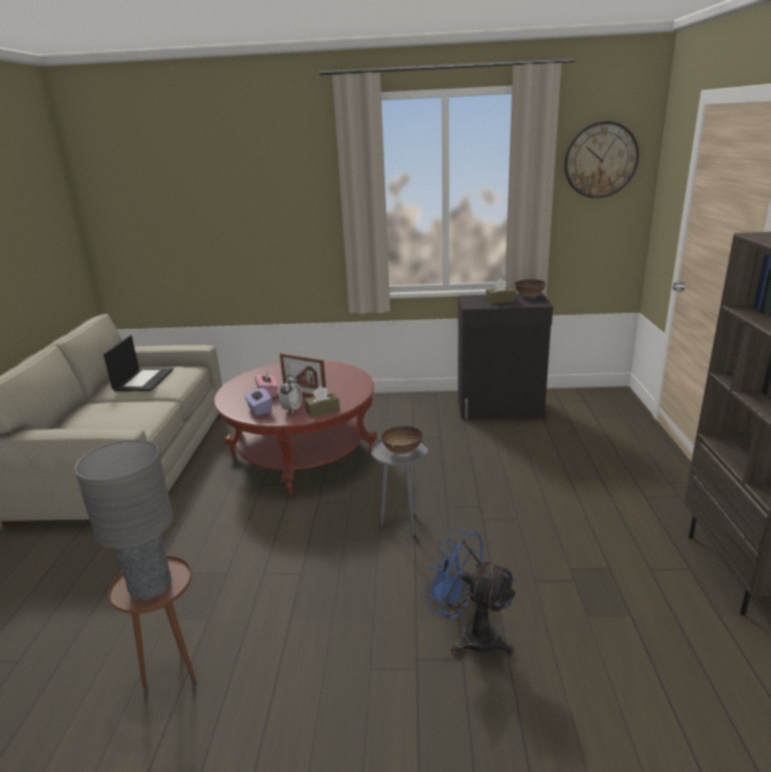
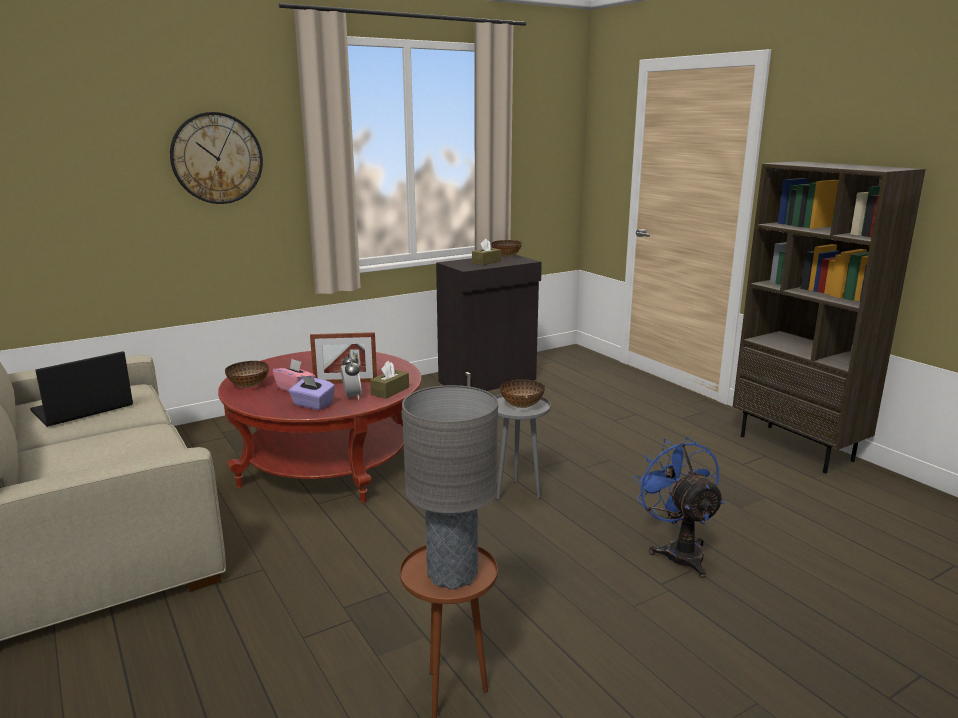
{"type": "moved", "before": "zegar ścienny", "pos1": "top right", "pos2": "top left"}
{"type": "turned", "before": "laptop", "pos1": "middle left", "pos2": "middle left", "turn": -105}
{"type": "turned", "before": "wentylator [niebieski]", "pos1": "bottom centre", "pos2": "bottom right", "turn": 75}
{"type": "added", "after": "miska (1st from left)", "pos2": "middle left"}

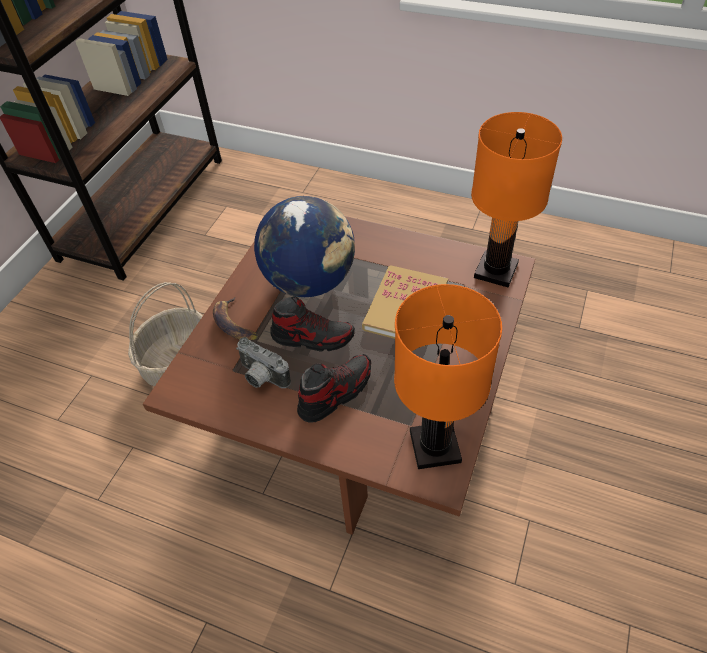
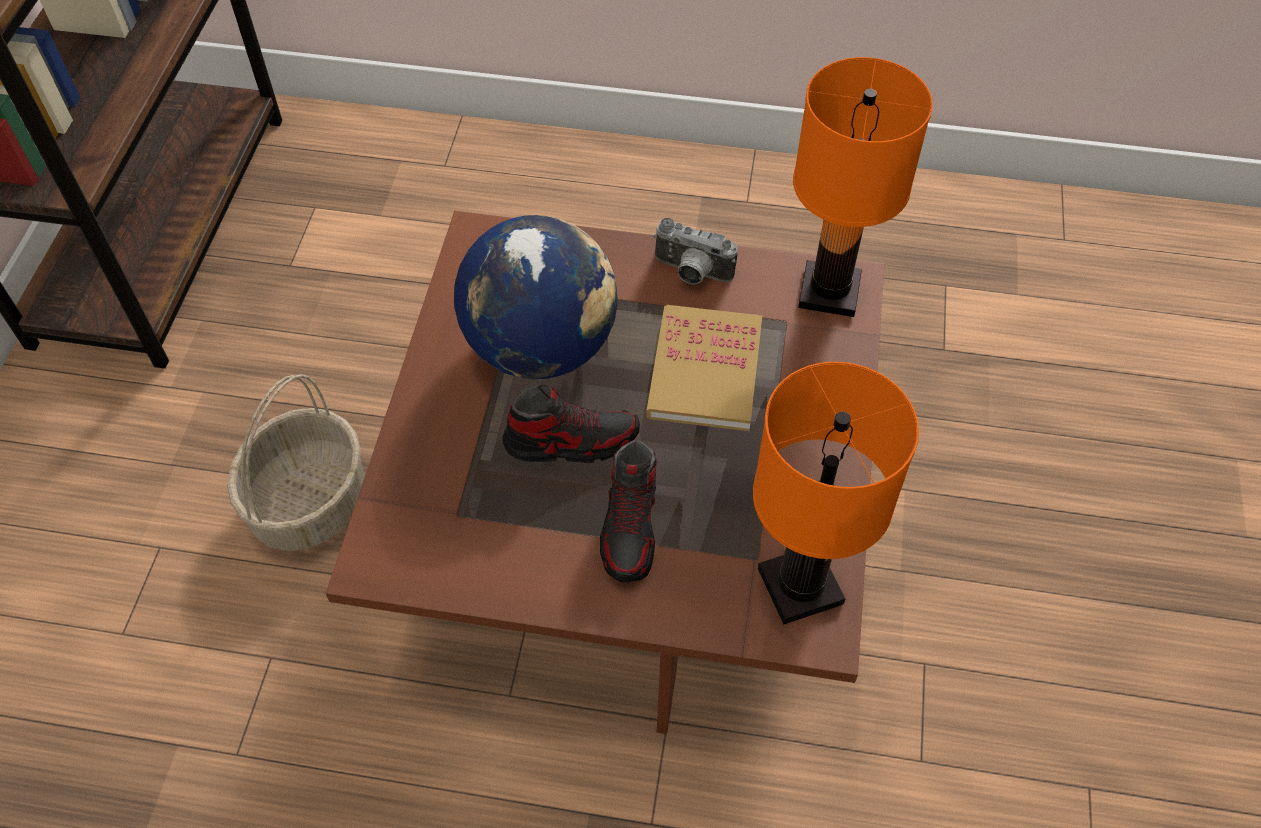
{"type": "removed", "before": "banan", "pos1": "centre"}
{"type": "moved", "before": "aparat fotograficzny", "pos1": "centre", "pos2": "top centre"}
{"type": "turned", "before": "but (2nd from left)", "pos1": "centre", "pos2": "centre", "turn": 150}

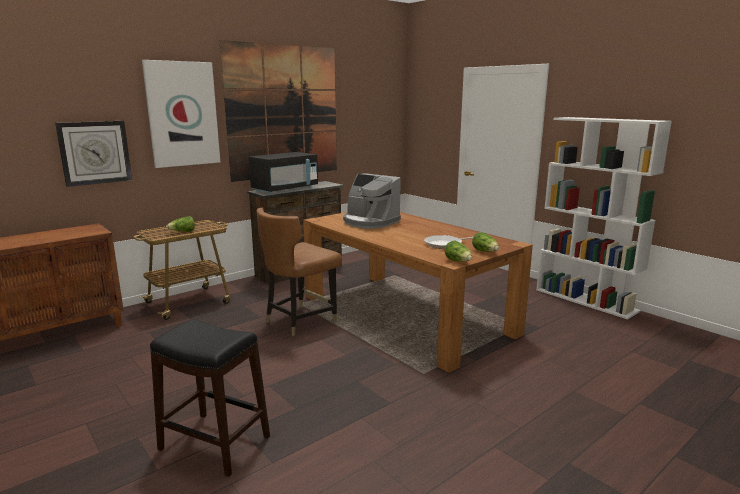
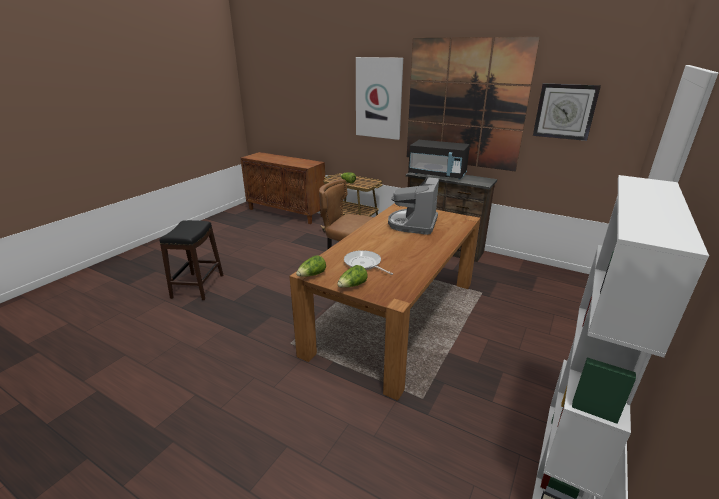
{"type": "moved", "before": "zegar ścienny", "pos1": "top left", "pos2": "top right"}

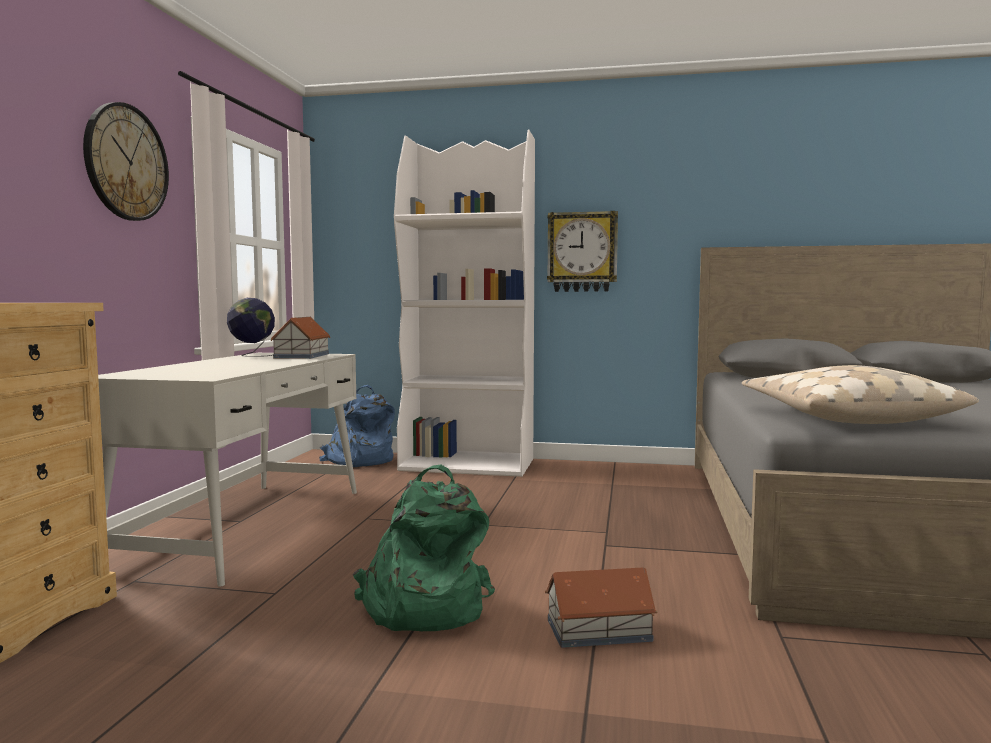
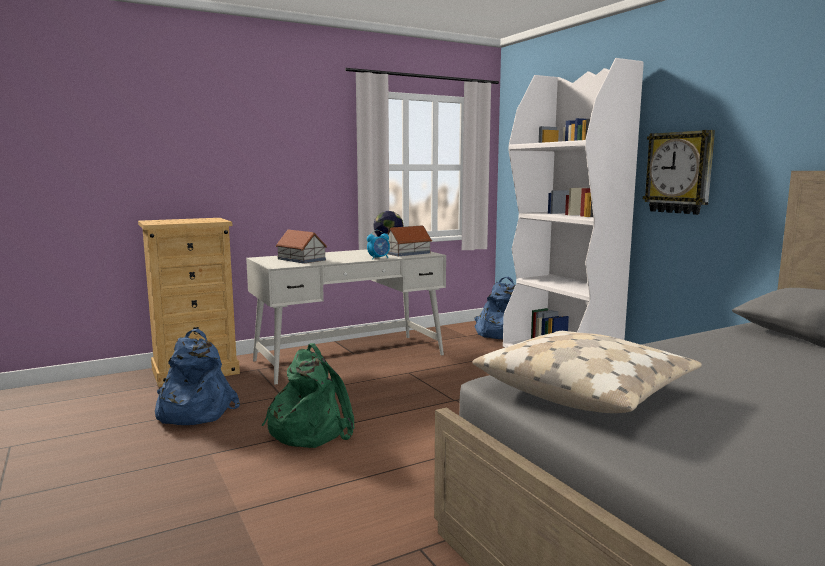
{"type": "removed", "before": "zegar ścienny (1st from left)", "pos1": "top left"}
{"type": "moved", "before": "domek (2nd from left in the first image)", "after": "domek (1st from left)", "pos1": "bottom centre", "pos2": "centre"}
{"type": "added", "after": "budzik", "pos2": "centre"}
{"type": "added", "after": "plecak [niebieski] (1st from left)", "pos2": "middle left"}

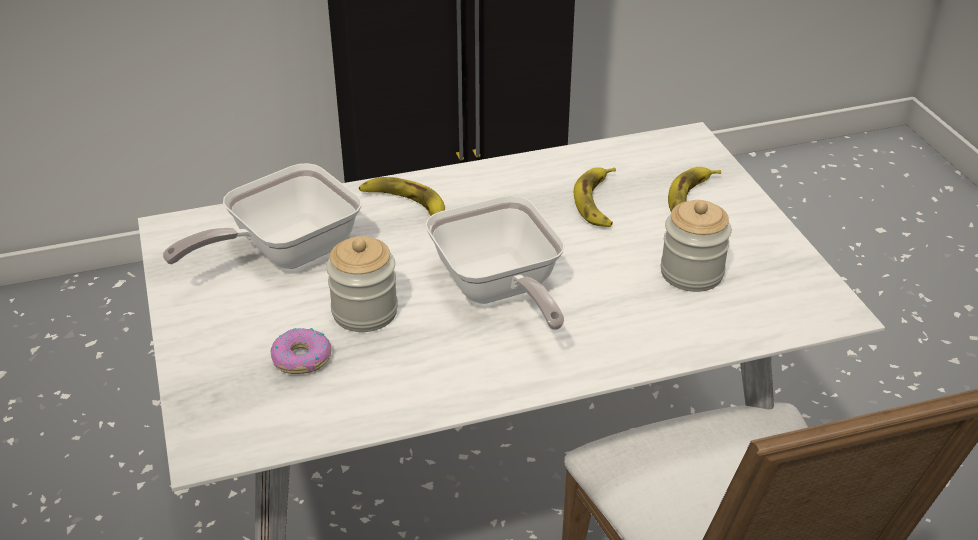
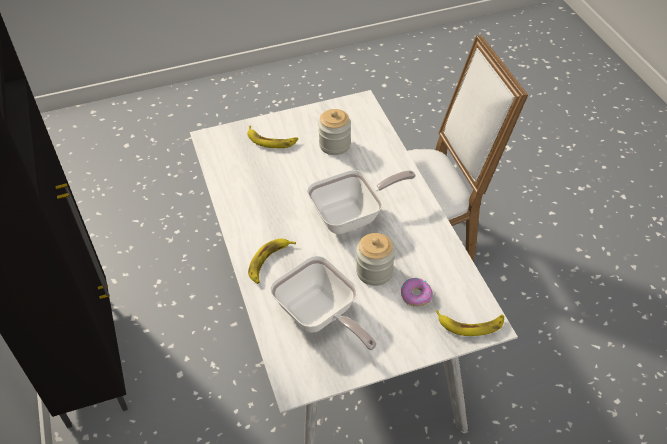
{"type": "moved", "before": "banan (2nd from left in the first image)", "after": "banan (3rd from left)", "pos1": "centre", "pos2": "bottom right"}

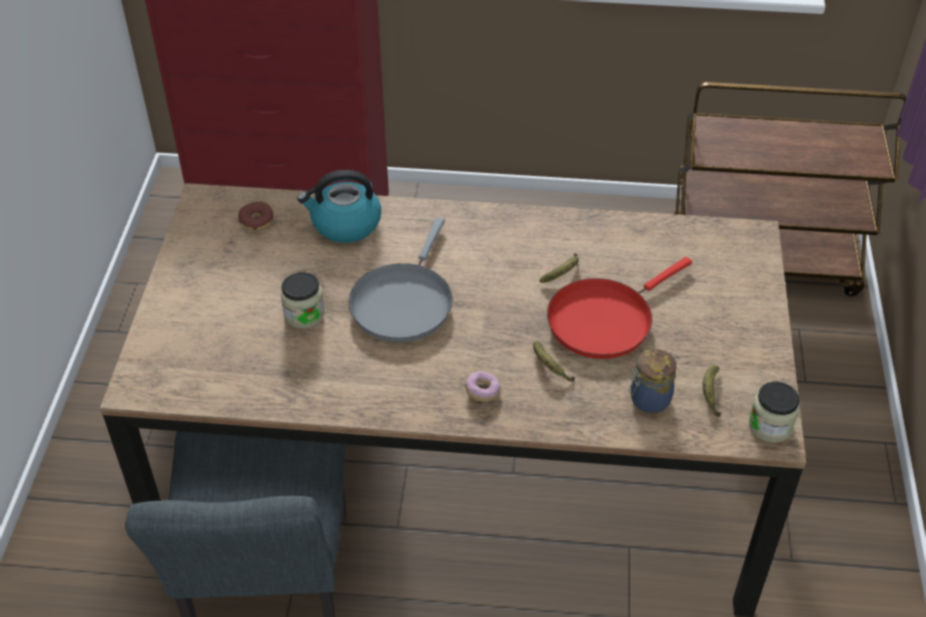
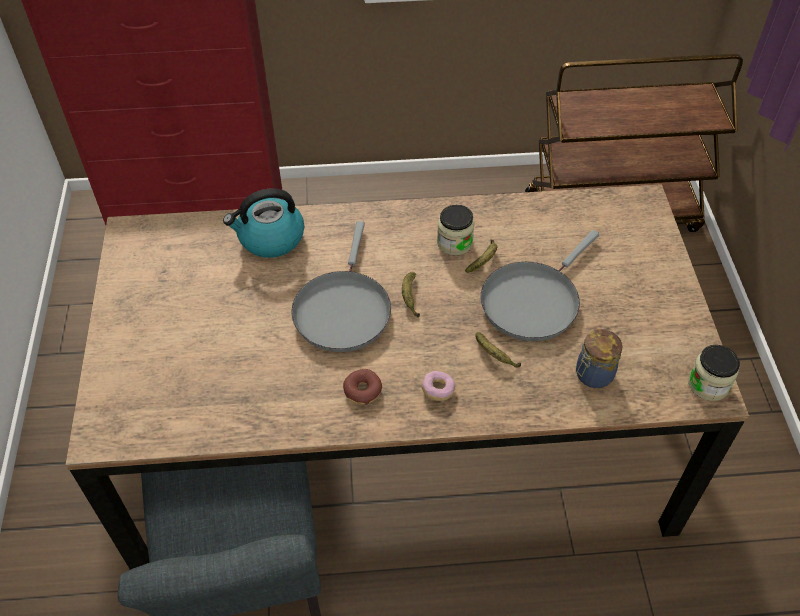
{"type": "moved", "before": "donut (1st from left)", "pos1": "middle left", "pos2": "centre"}
{"type": "recoloured", "before": "patelnia [czerwony]", "after": "patelnia [szary] (2nd from left)", "pos1": "middle right", "pos2": "middle right"}
{"type": "moved", "before": "słoik (1st from left)", "pos1": "middle left", "pos2": "centre"}
{"type": "moved", "before": "banan (3rd from left in the first image)", "after": "banan (1st from left)", "pos1": "middle right", "pos2": "centre"}

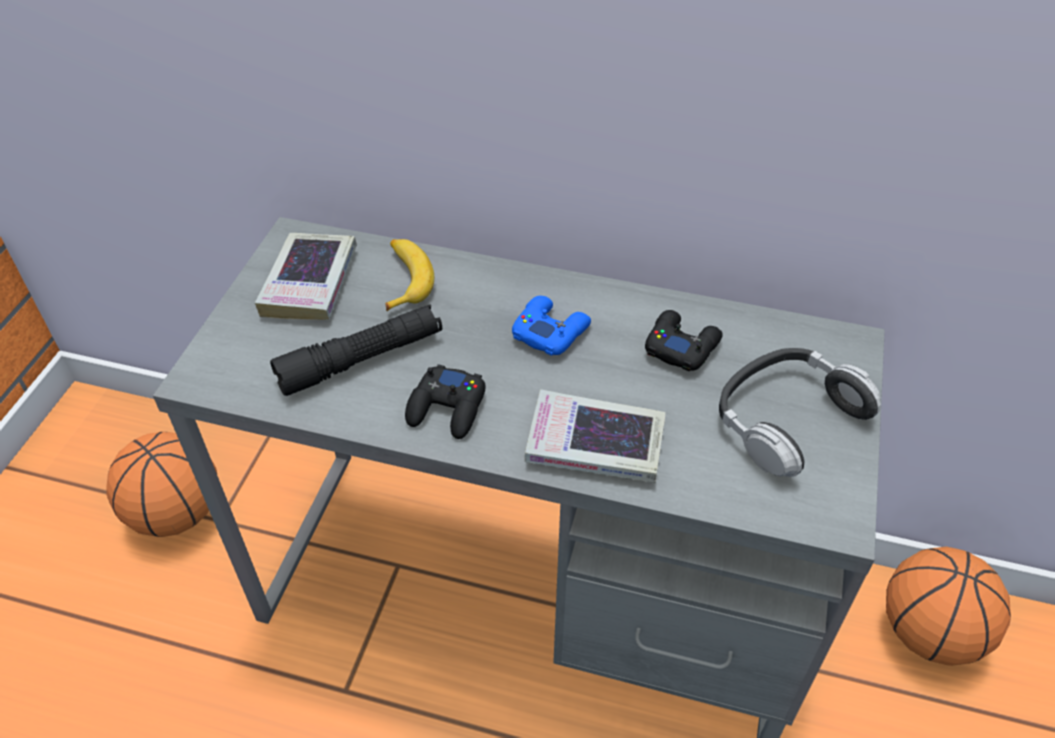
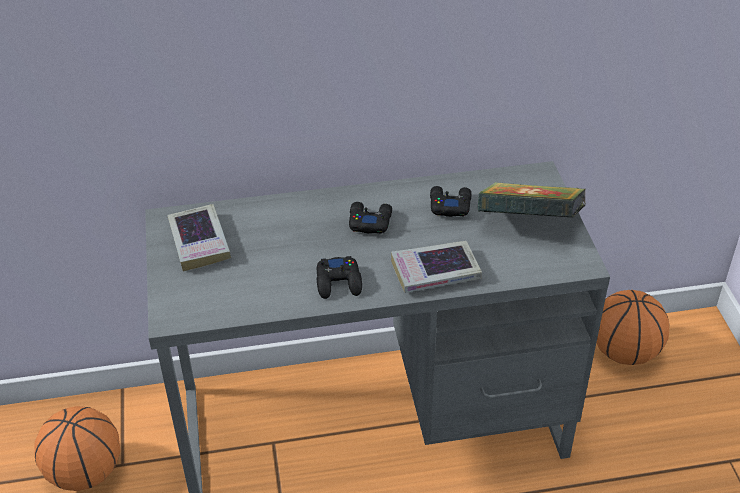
{"type": "removed", "before": "banan", "pos1": "centre"}
{"type": "recoloured", "before": "pad do gier [niebieski]", "after": "pad do gier [czarny] (2nd from left)", "pos1": "centre", "pos2": "centre"}
{"type": "removed", "before": "latarka [czarny]", "pos1": "centre"}
{"type": "replaced", "before": "słuchawki", "after": "książka (3rd from left)", "pos1": "middle right", "pos2": "middle right"}

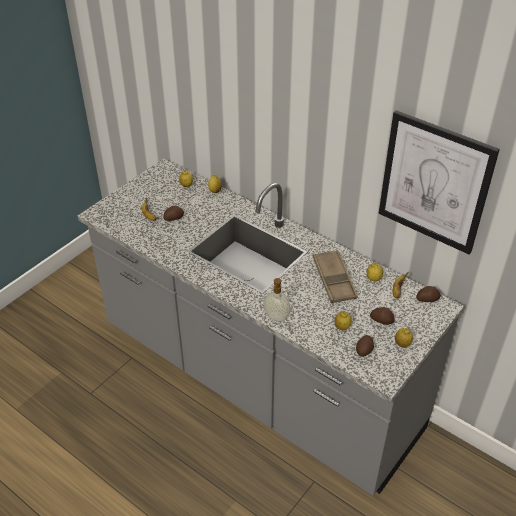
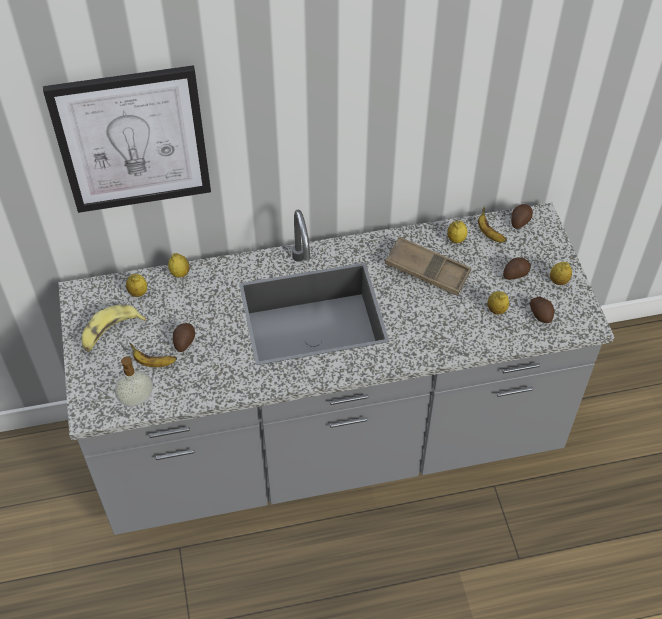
{"type": "moved", "before": "obraz", "pos1": "middle right", "pos2": "top left"}
{"type": "moved", "before": "dozownik mydła", "pos1": "centre", "pos2": "middle left"}
{"type": "added", "after": "banan (1st from left)", "pos2": "middle left"}

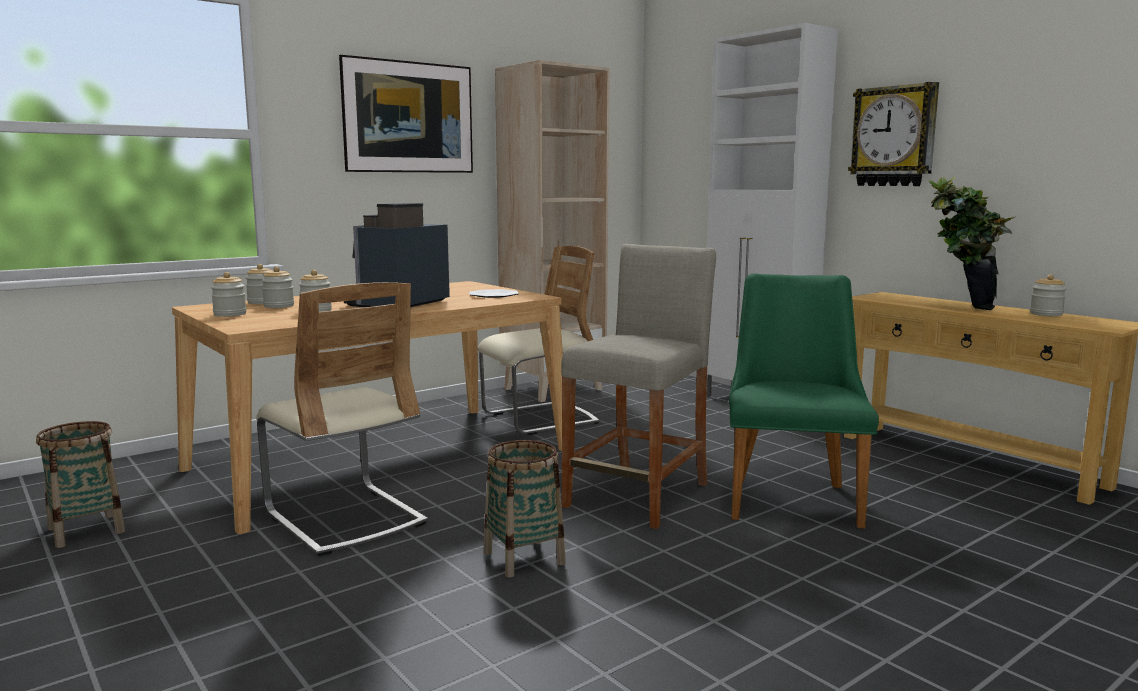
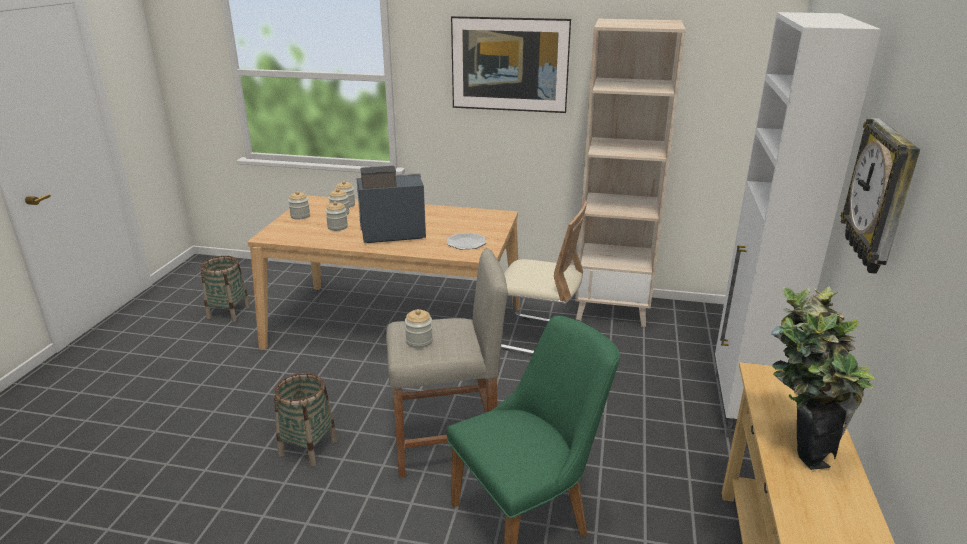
{"type": "moved", "before": "słoik (5th from left)", "pos1": "middle right", "pos2": "centre"}
{"type": "removed", "before": "krzesło [beżowy] (1st from left)", "pos1": "middle left"}

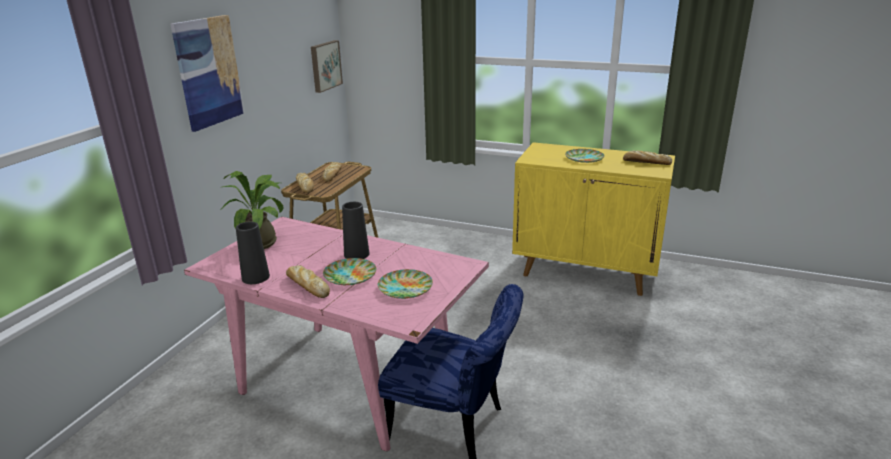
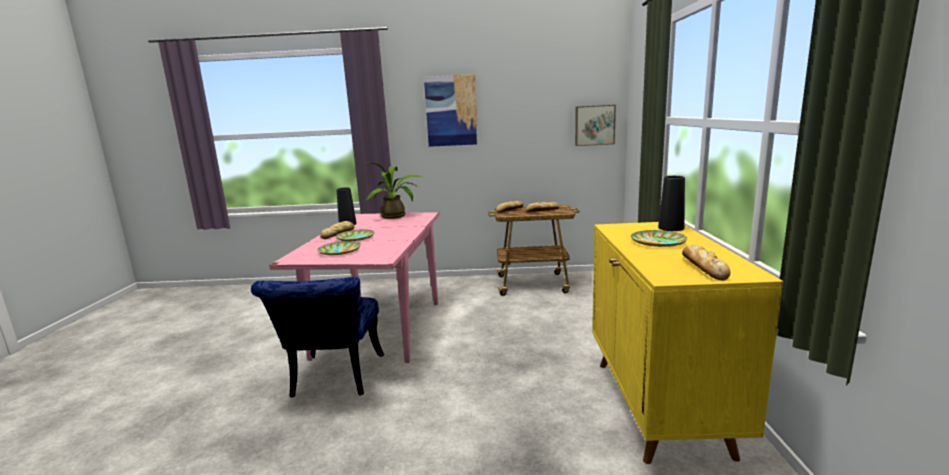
{"type": "moved", "before": "wazon [czarny] (2nd from left)", "pos1": "centre", "pos2": "middle right"}

